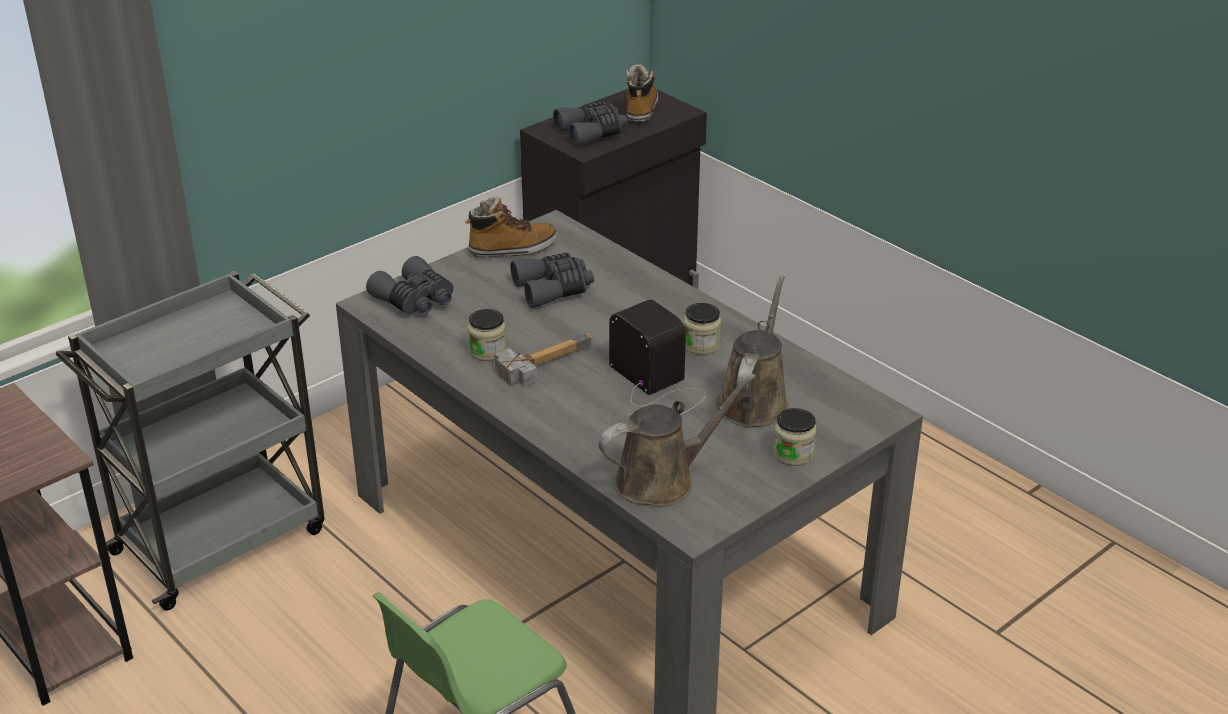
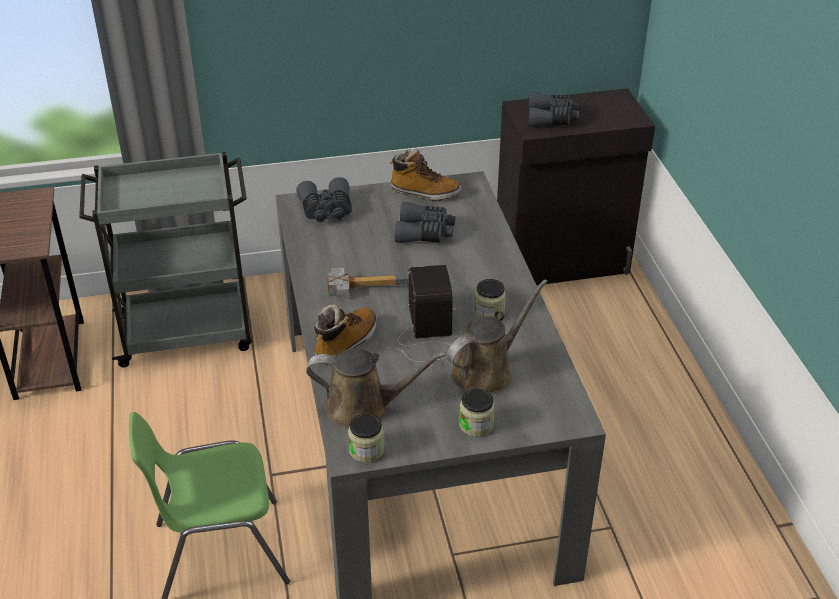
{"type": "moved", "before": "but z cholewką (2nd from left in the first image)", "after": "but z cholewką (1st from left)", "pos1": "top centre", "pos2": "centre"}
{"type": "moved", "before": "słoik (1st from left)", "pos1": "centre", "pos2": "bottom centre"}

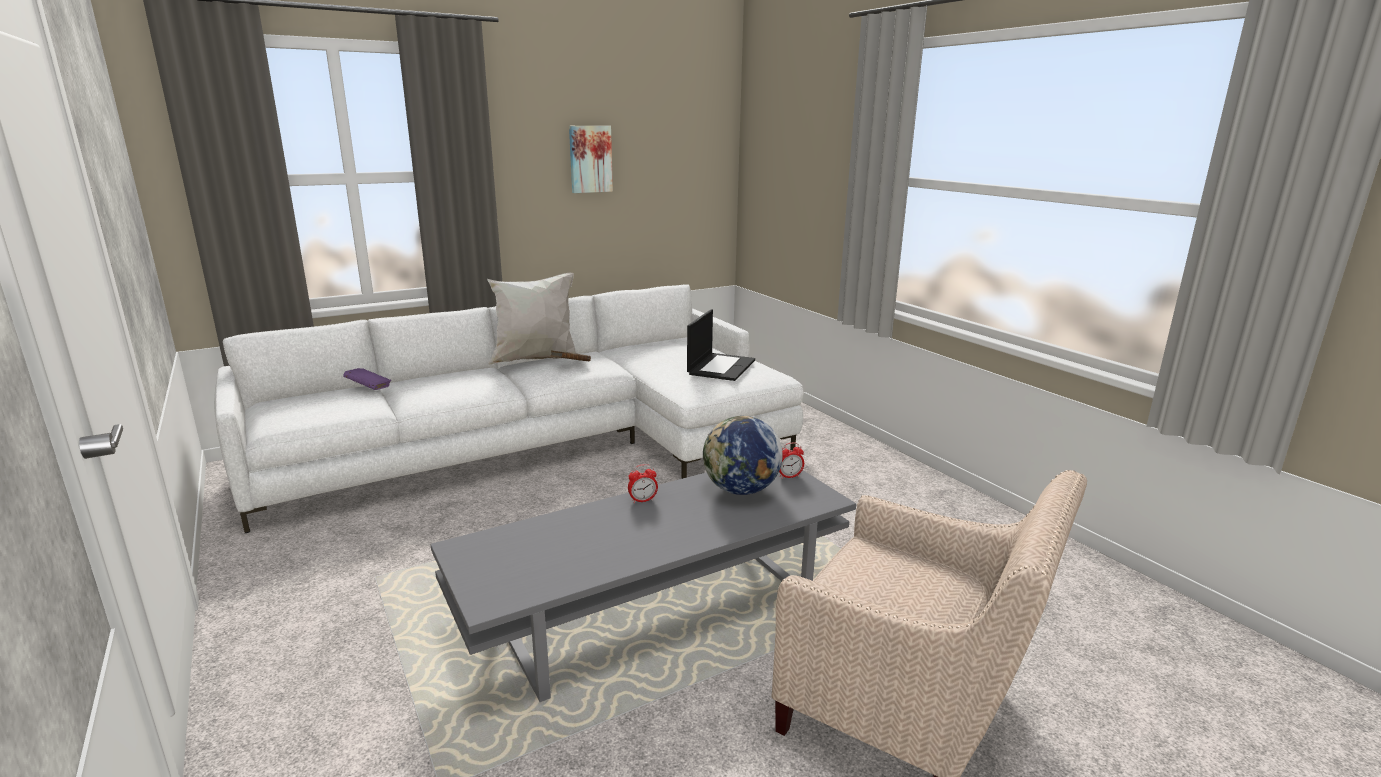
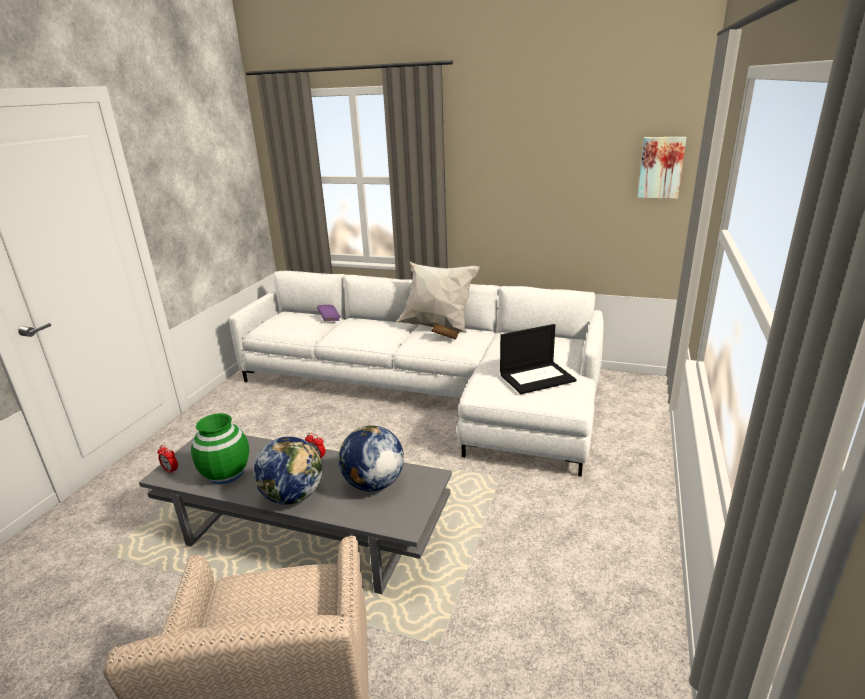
{"type": "moved", "before": "obraz", "pos1": "top centre", "pos2": "top right"}
{"type": "moved", "before": "budzik (2nd from left in the first image)", "after": "budzik (1st from left)", "pos1": "centre", "pos2": "middle left"}
{"type": "added", "after": "wazon [zielony]", "pos2": "middle left"}
{"type": "added", "after": "globus (1st from left)", "pos2": "bottom left"}

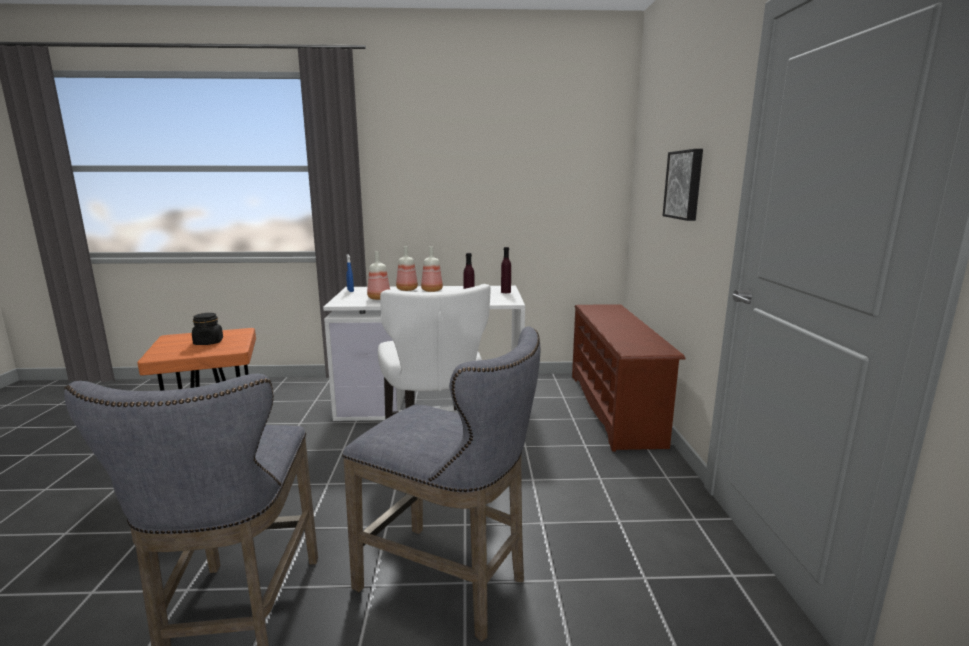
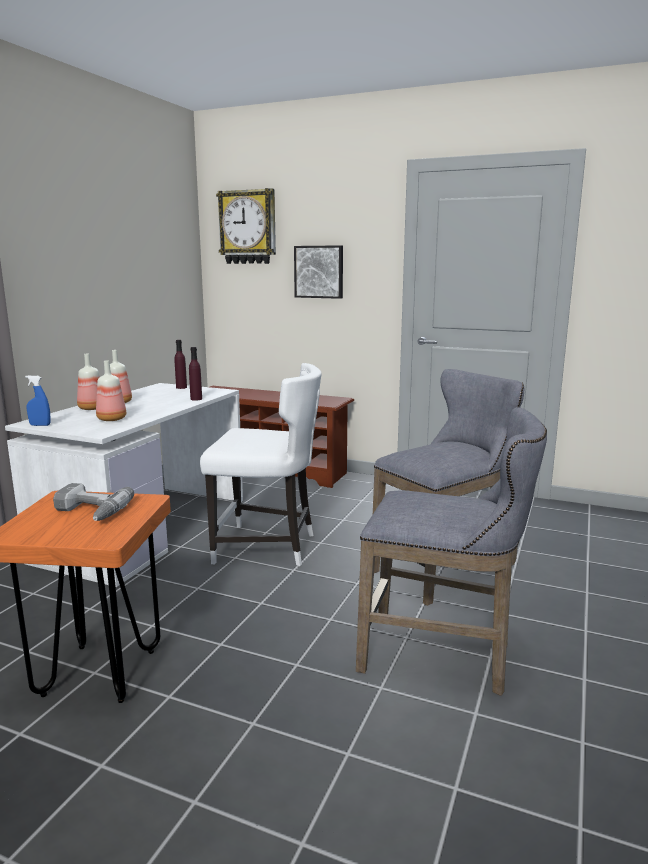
{"type": "replaced", "before": "słoik [czarny]", "after": "wiertarka", "pos1": "middle left", "pos2": "middle left"}
{"type": "added", "after": "zegar ścienny", "pos2": "top centre"}

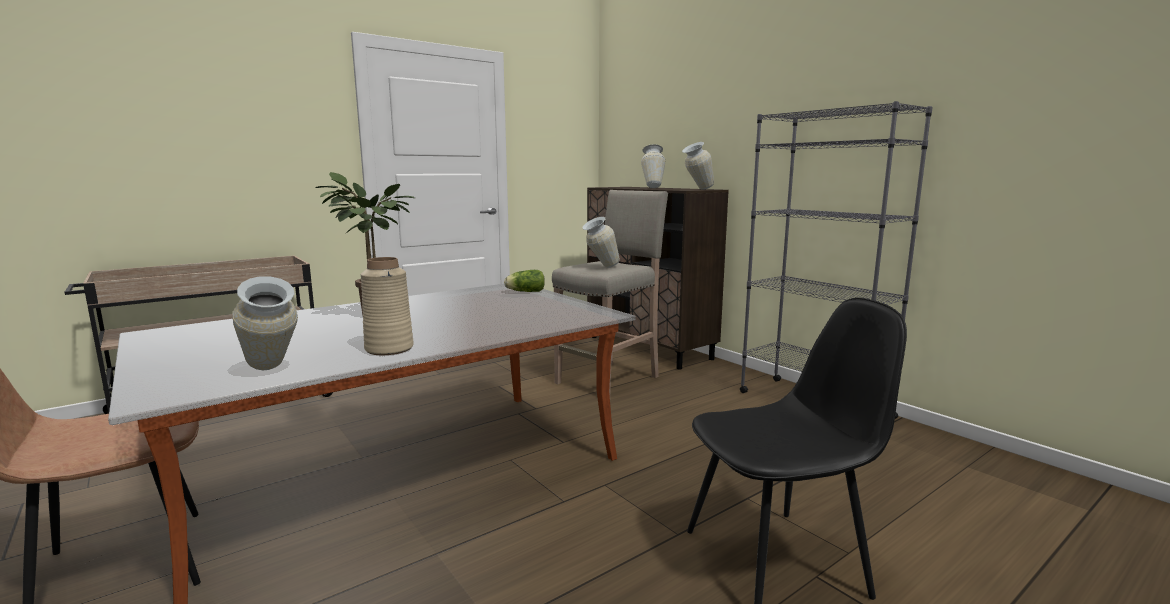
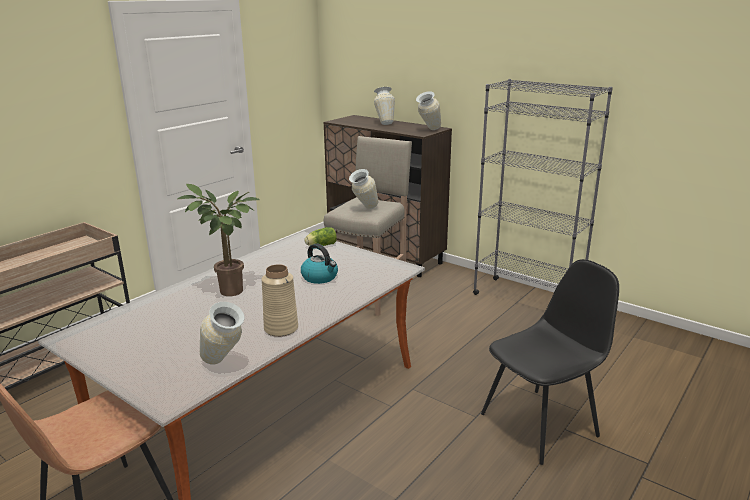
{"type": "added", "after": "czajnik", "pos2": "centre"}

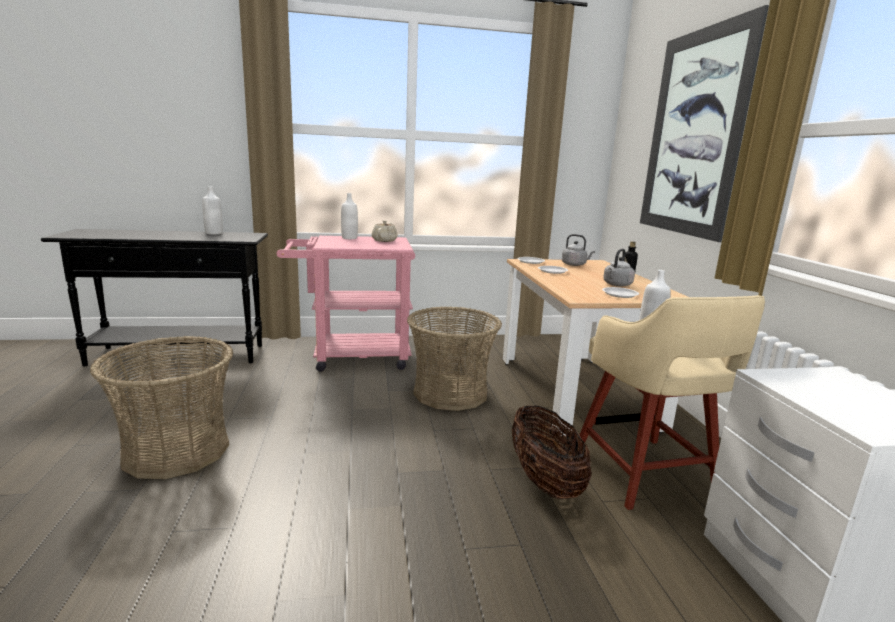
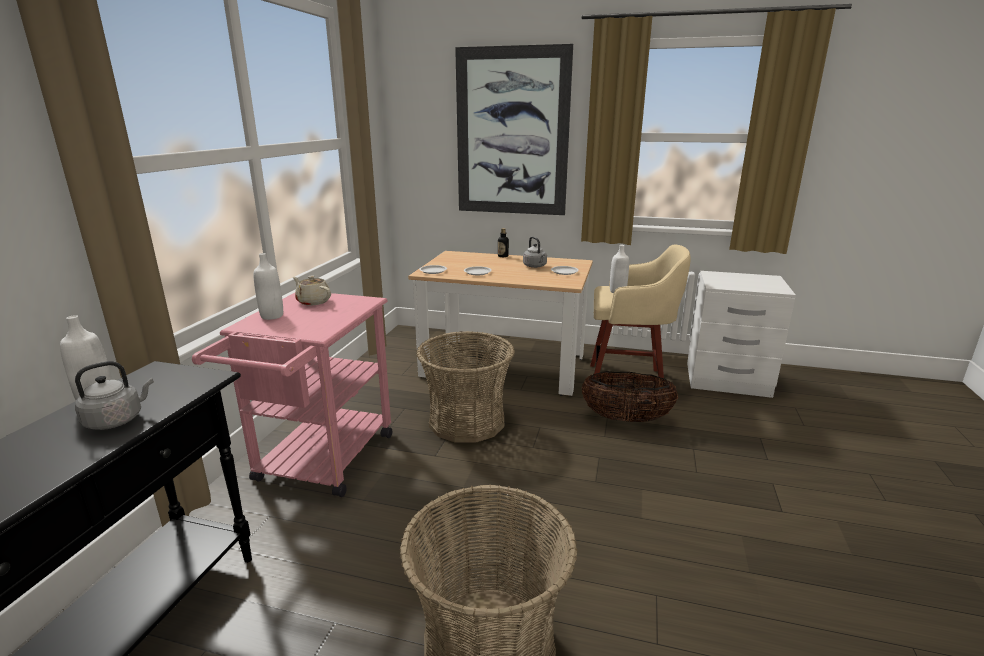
{"type": "moved", "before": "czajnik [szary] (1st from left)", "pos1": "centre", "pos2": "middle left"}

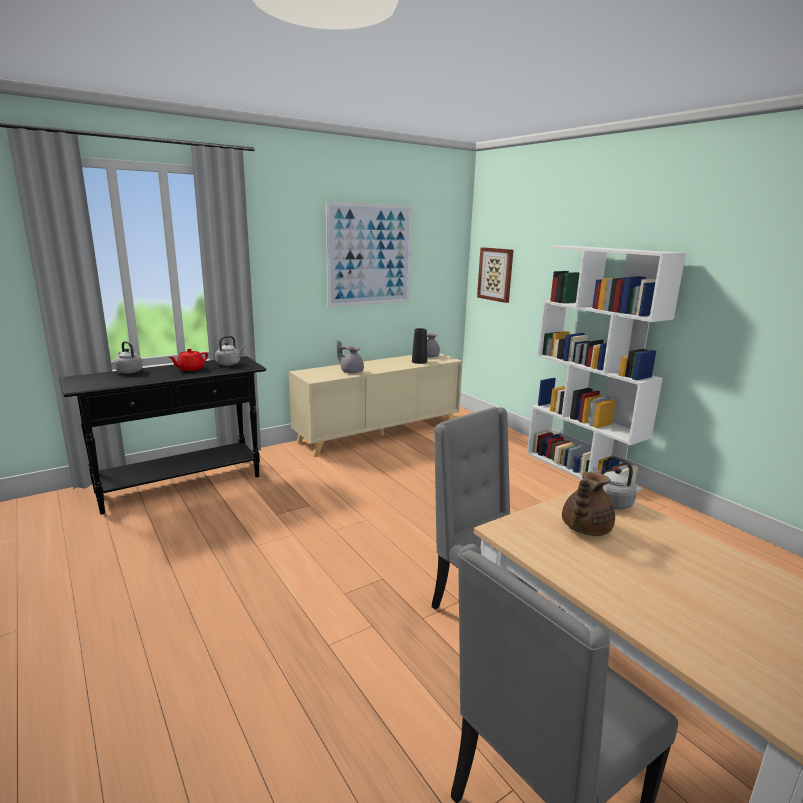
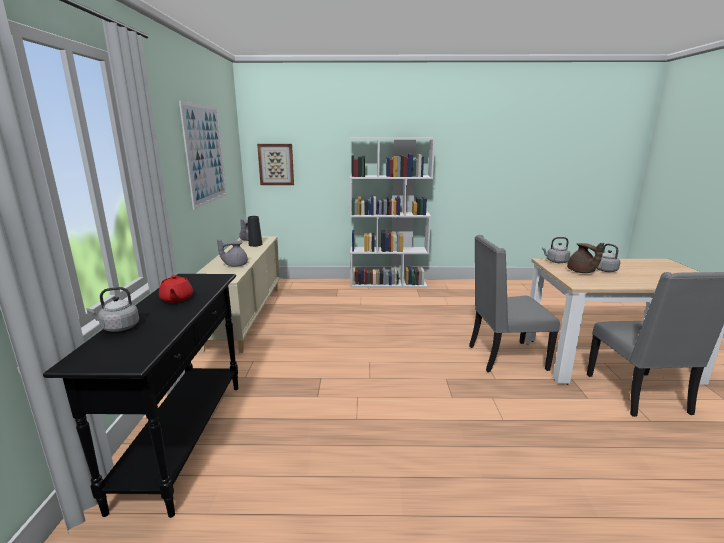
{"type": "moved", "before": "czajnik [szary] (2nd from left in the first image)", "after": "czajnik [szary] (3rd from left)", "pos1": "middle left", "pos2": "middle right"}

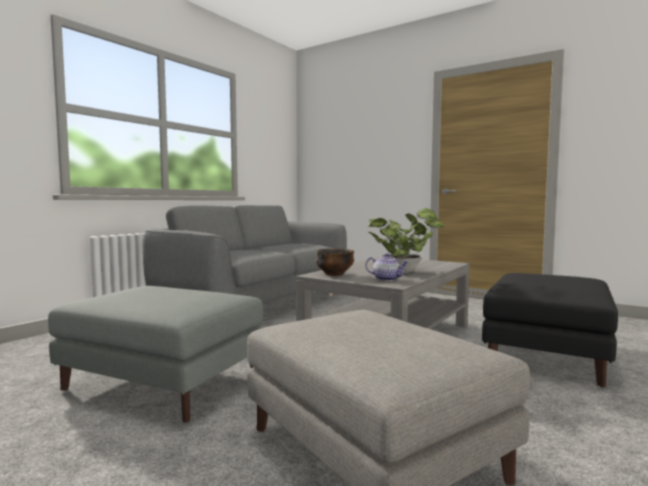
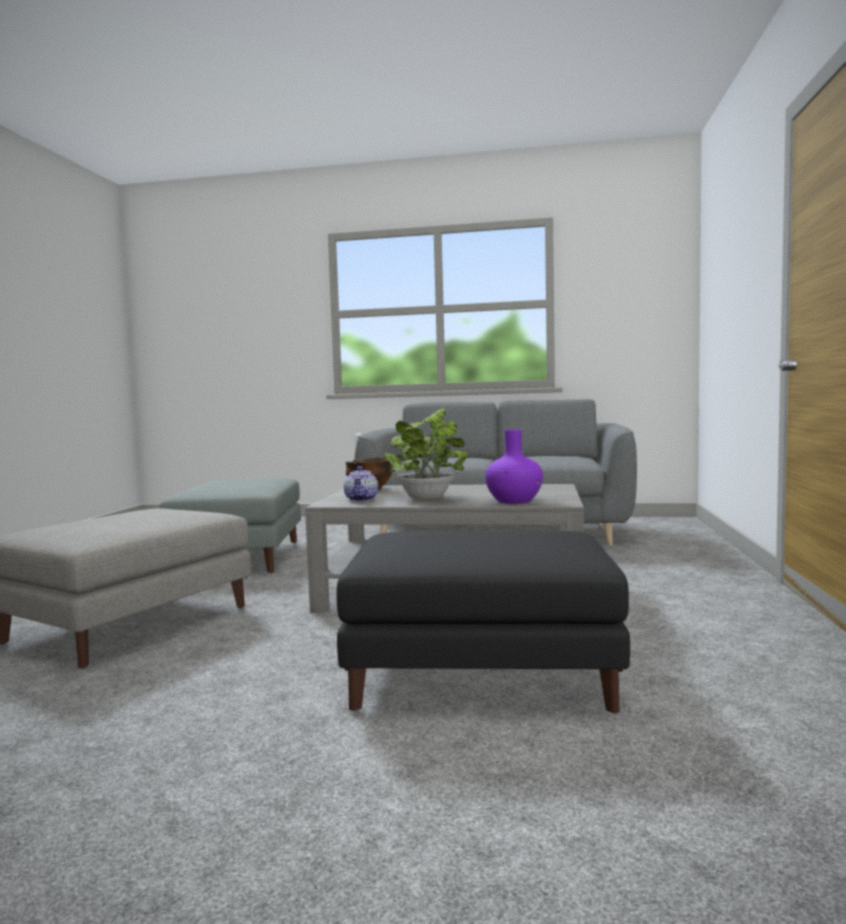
{"type": "added", "after": "wazon [fioletowy]", "pos2": "centre"}

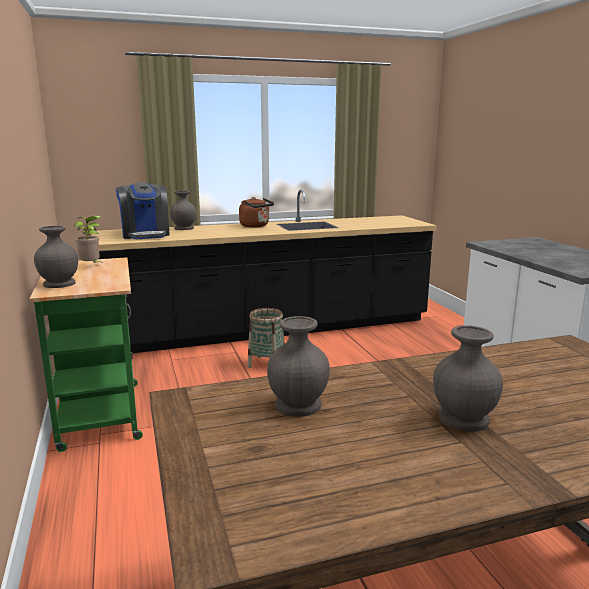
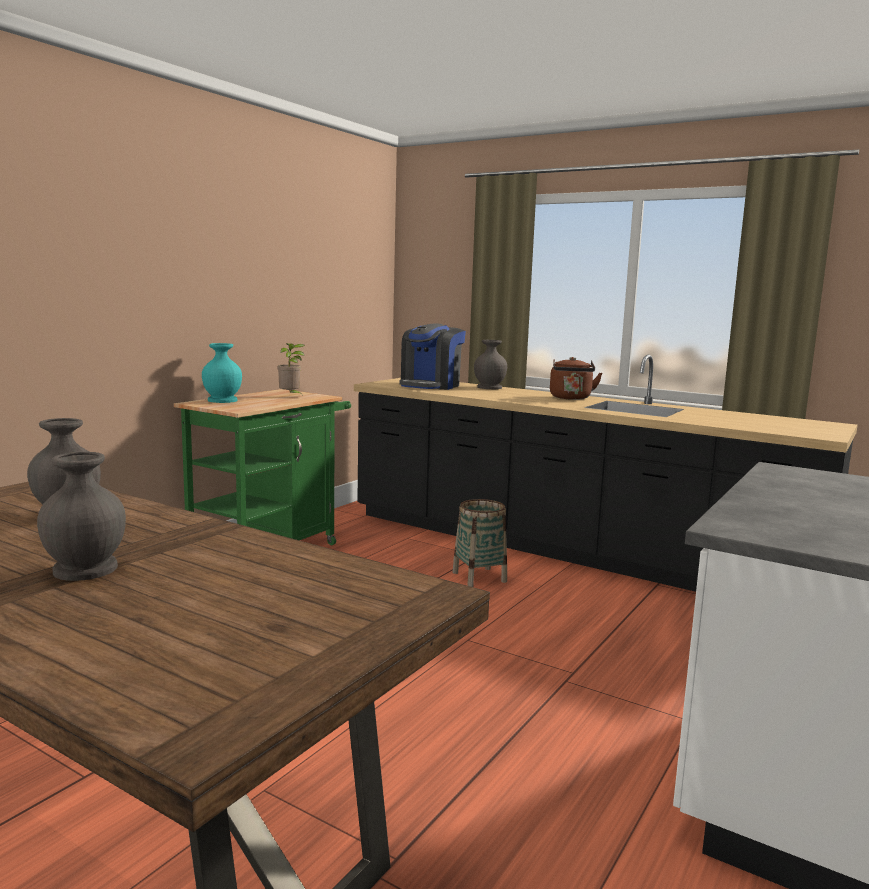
{"type": "recoloured", "before": "wazon [szary] (1st from left)", "after": "wazon [turkusowy]", "pos1": "middle left", "pos2": "middle left"}

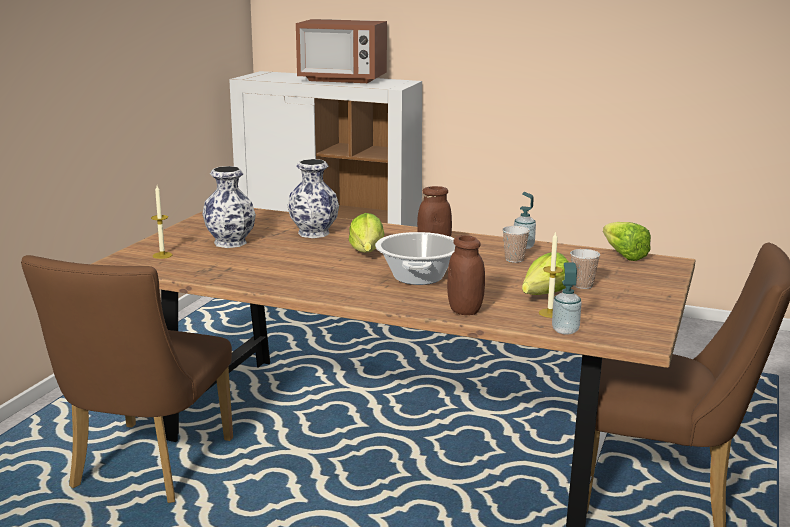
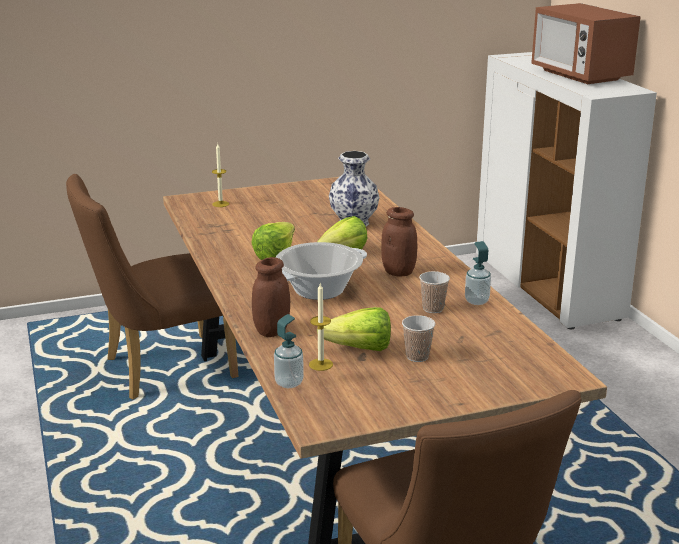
{"type": "removed", "before": "wazon (1st from left)", "pos1": "middle left"}
{"type": "moved", "before": "sałata (3rd from left in the first image)", "after": "sałata (1st from left)", "pos1": "middle right", "pos2": "centre"}

